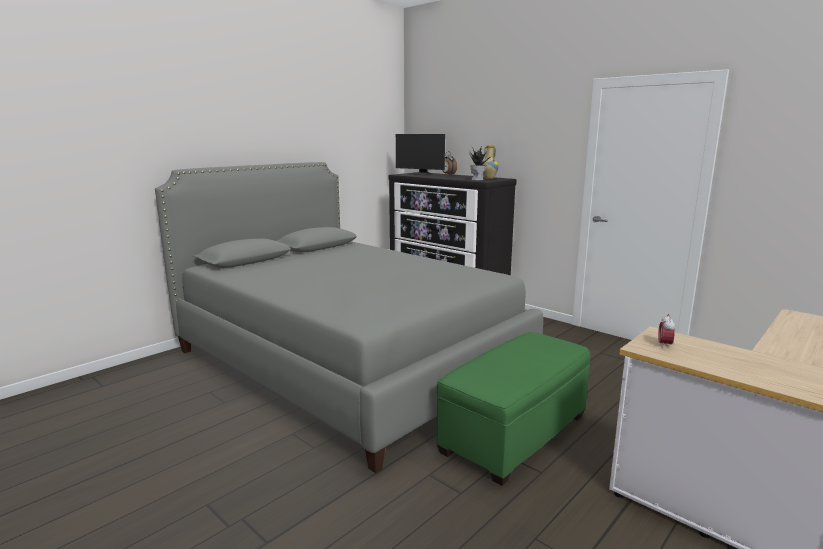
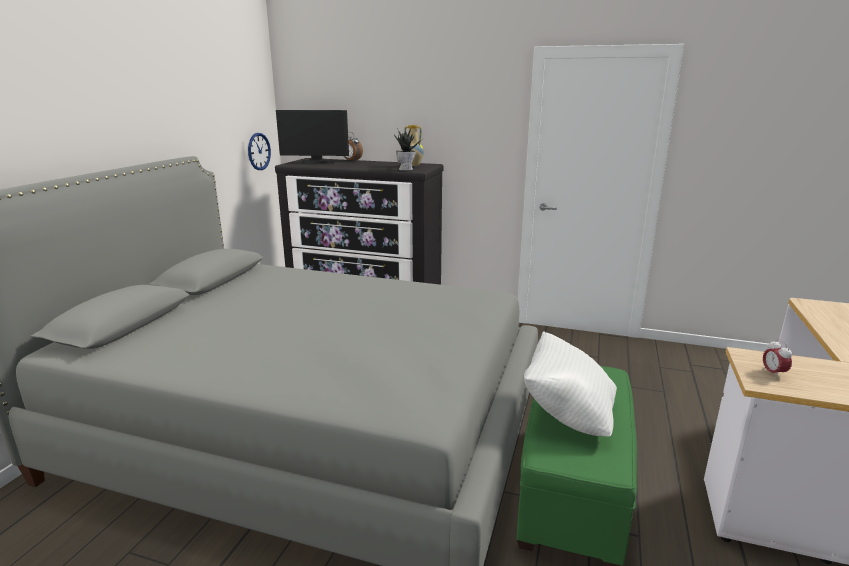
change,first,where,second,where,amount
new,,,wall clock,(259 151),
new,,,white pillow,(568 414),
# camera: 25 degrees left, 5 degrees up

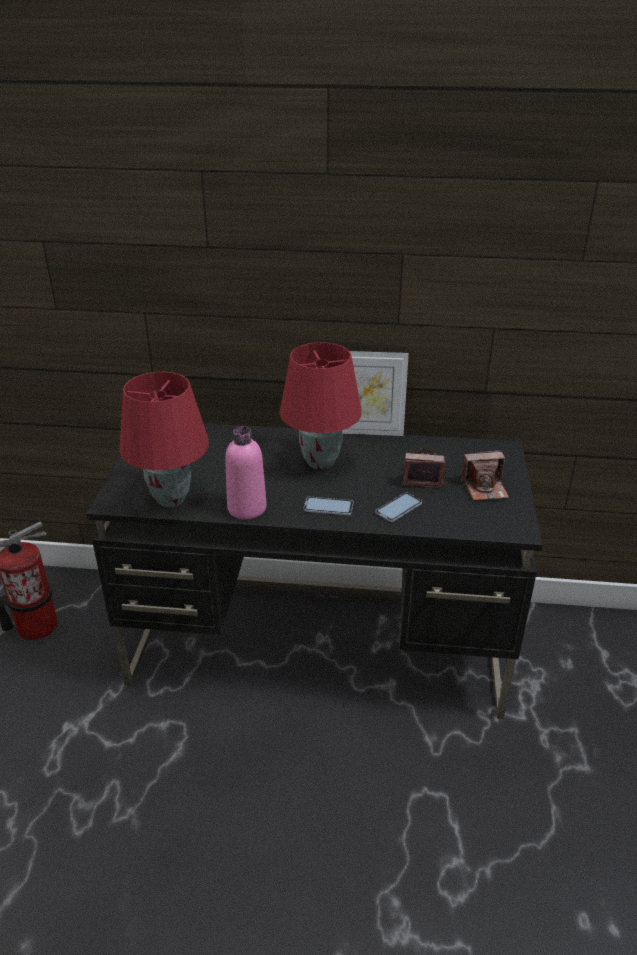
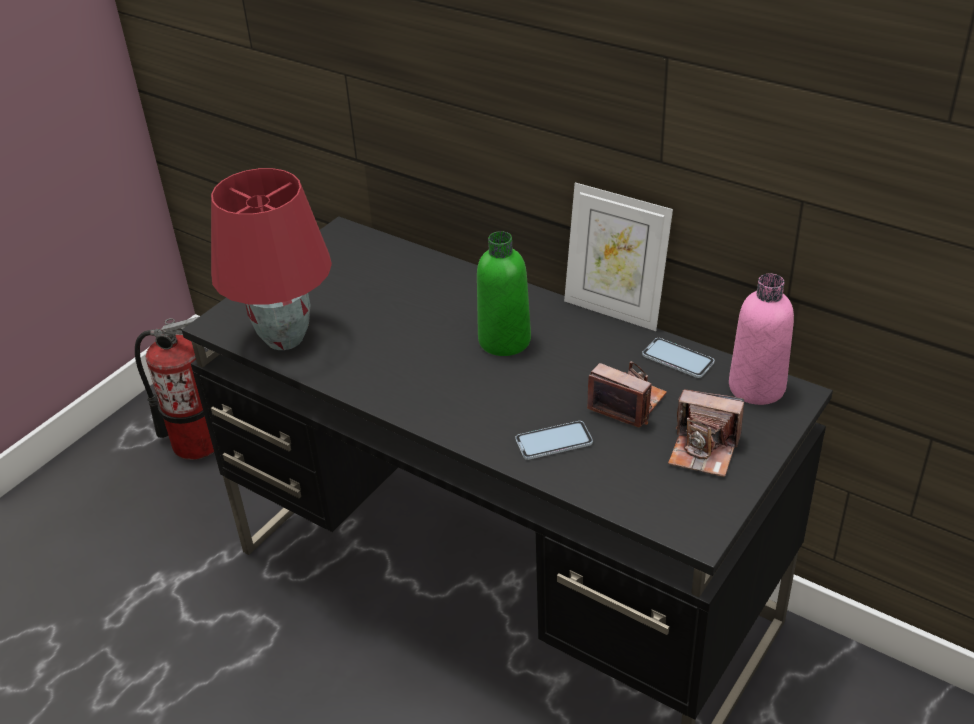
change,first,where,second,where,amount
shifted,pink bottle,(247 508),,(756 387),
swapped,red table lamp,(319 463),green bottle,(504 340),
shifted,phone,(328 507),,(677 359),
# camera: 30 degrees right, 5 degrees up

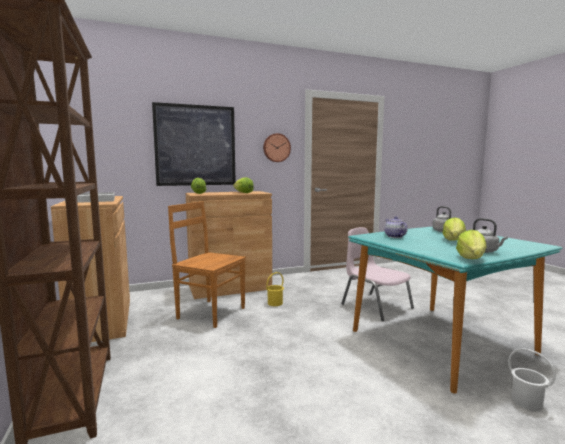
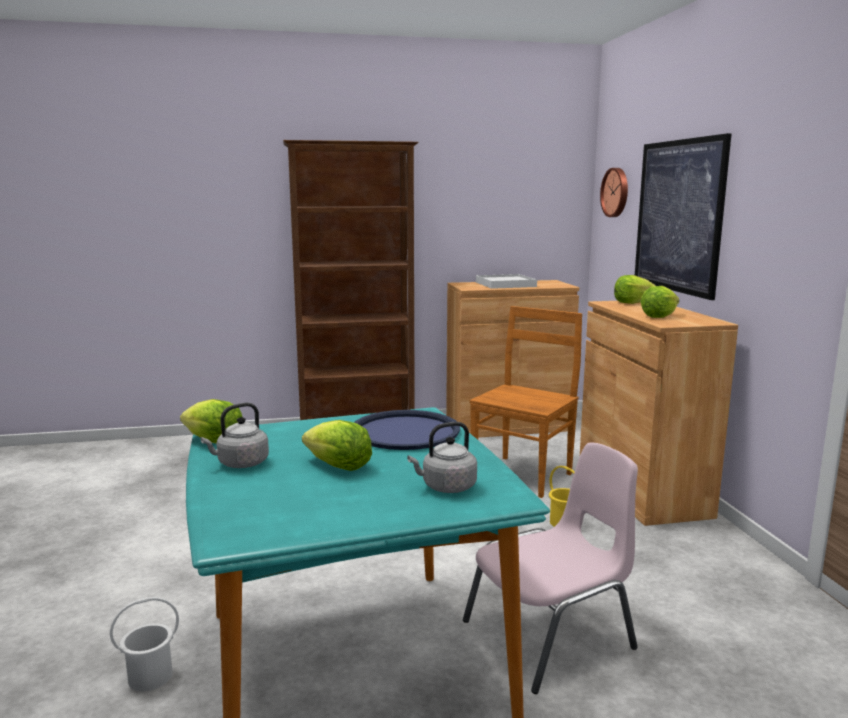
change,first,where,second,where,amount
shifted,wall clock,(276 148),,(616 192),
swapped,teapot,(395 236),blue tray,(405 431),
# camera: 100 degrees right, 5 degrees up

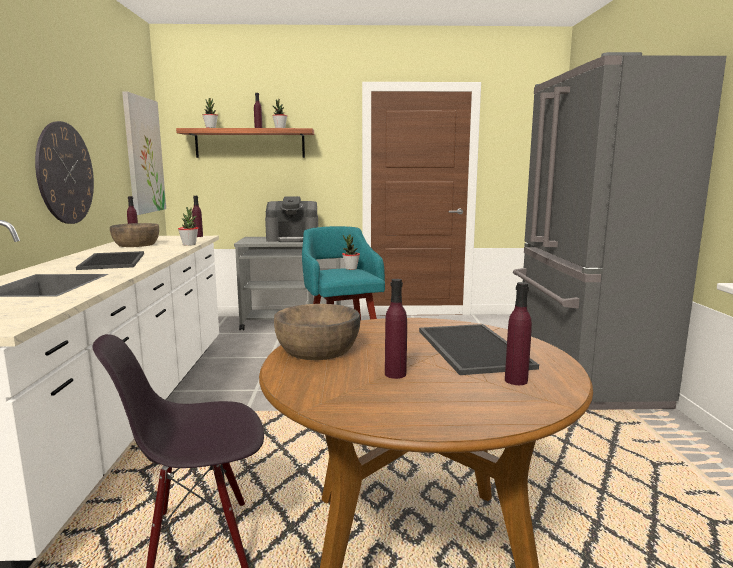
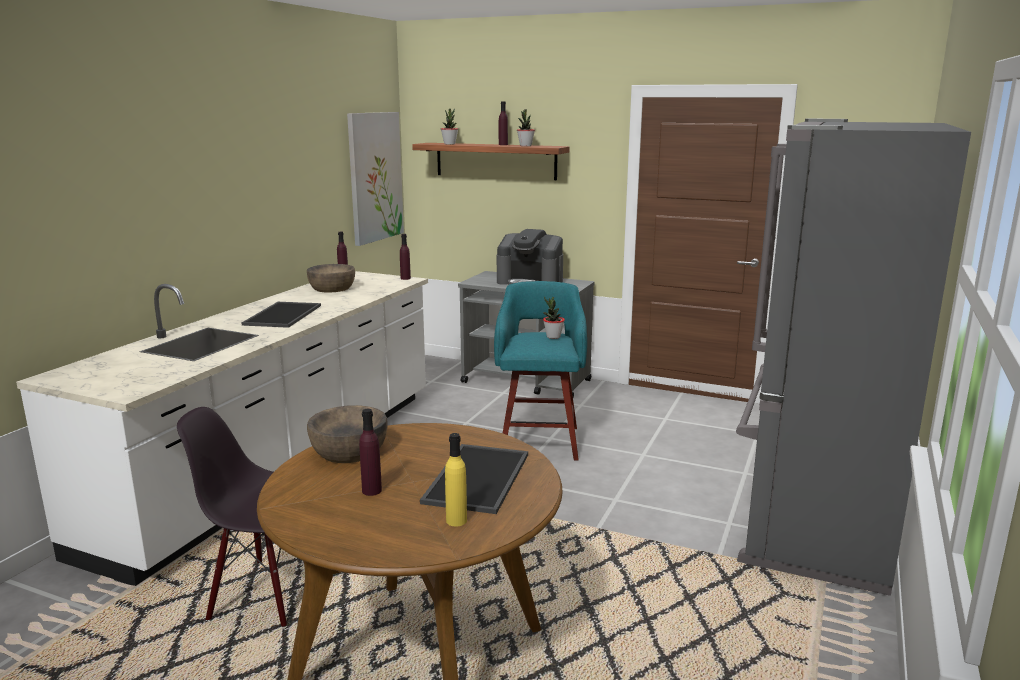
change,first,where,second,where,amount
gone,wall clock,(65 173),,,
gone,potted plant,(189 244),,,
repainted,purple bottle,(516 380),yellow bottle,(456 521),
# camera: 25 degrees right, 5 degrees up

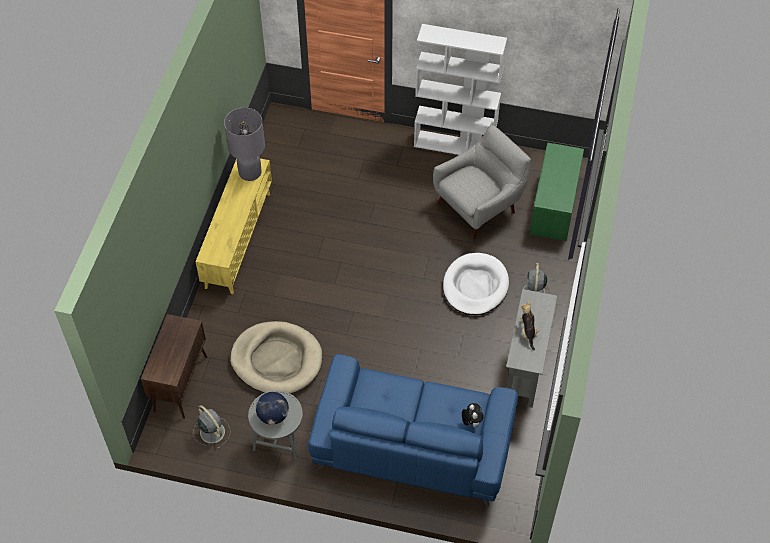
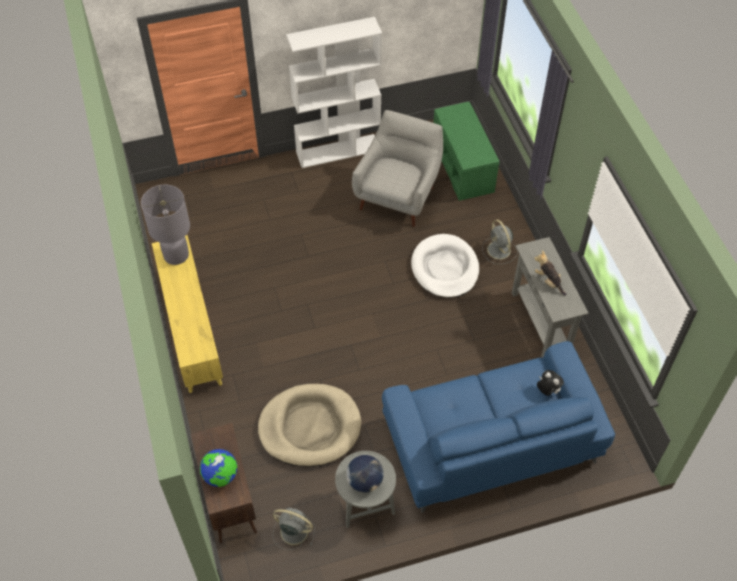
change,first,where,second,where,amount
new,,,globe,(220 476),
# camera: 30 degrees left, 0 degrees up

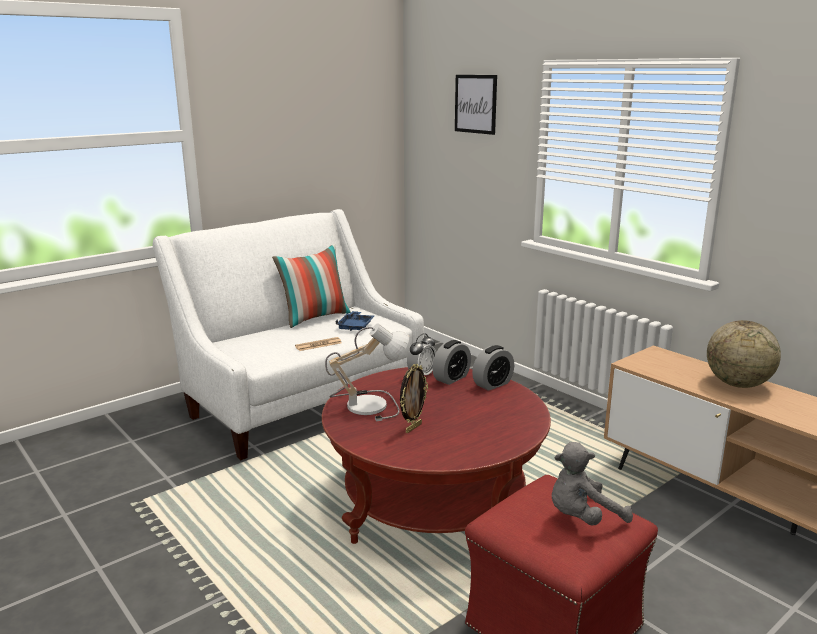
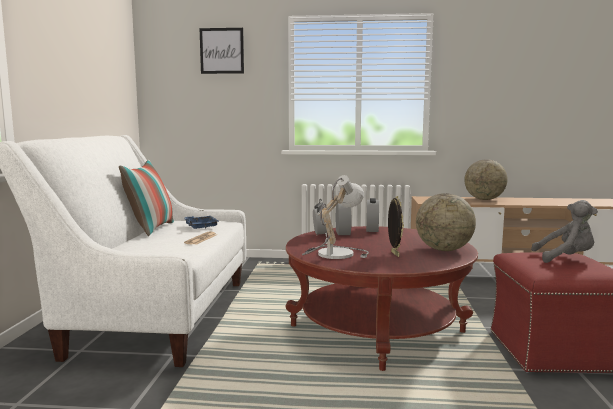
change,first,where,second,where,amount
rotated,grey plush toy,(582 518),,(566 258),105 degrees counterclockwise
new,,,globe,(443 250),
# camera: 45 degrees left, 10 degrees down

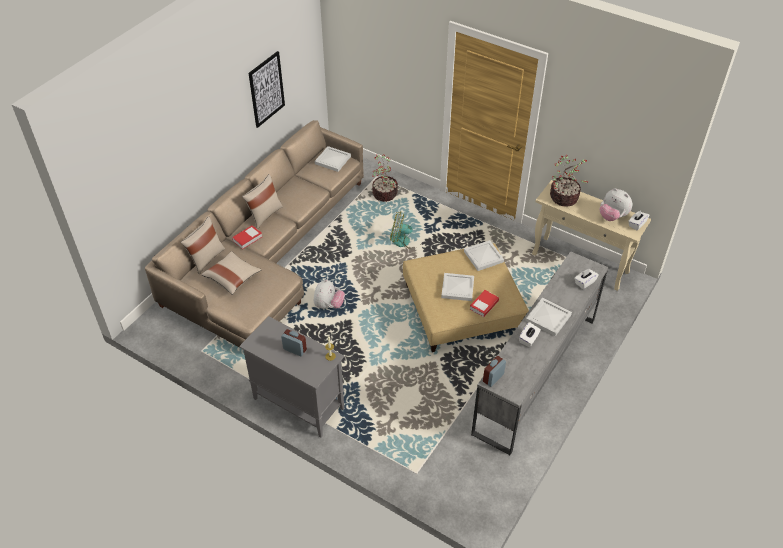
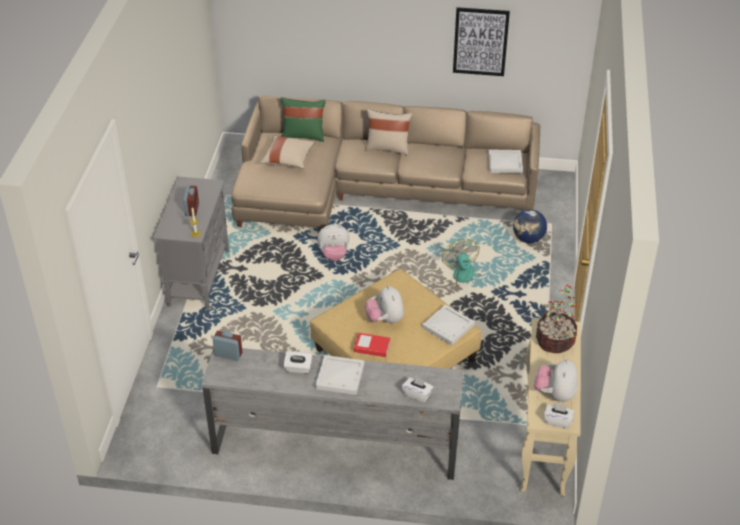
change,first,where,second,where,amount
repainted,beige pillow,(206 258),green pillow,(303 136),
gone,book,(247 239),,,
swapped,potted plant,(384 194),globe,(528 239),
swapped,white tray,(458 288),plush toy,(385 319),
# camera: 65 degrees right, 5 degrees down

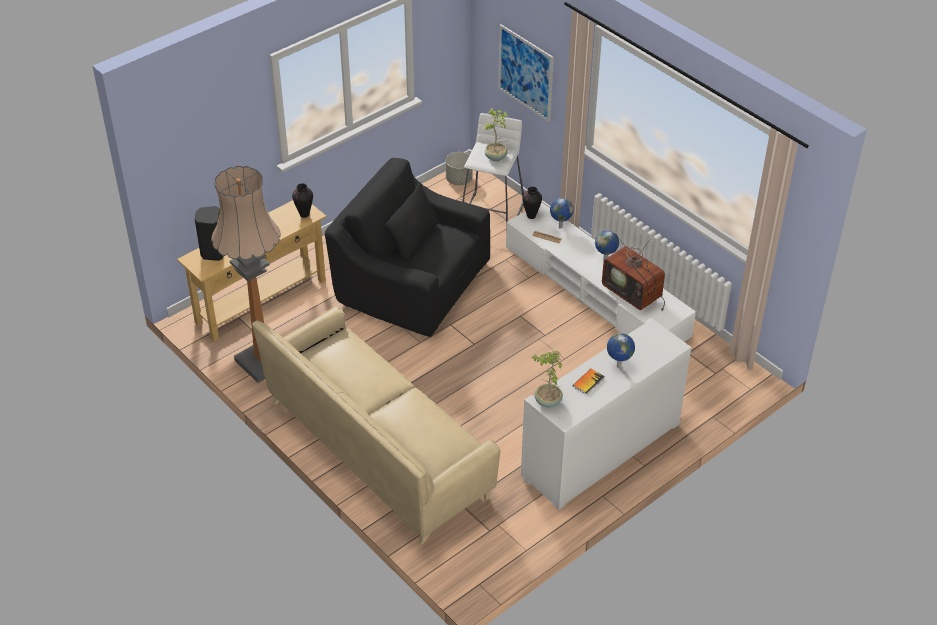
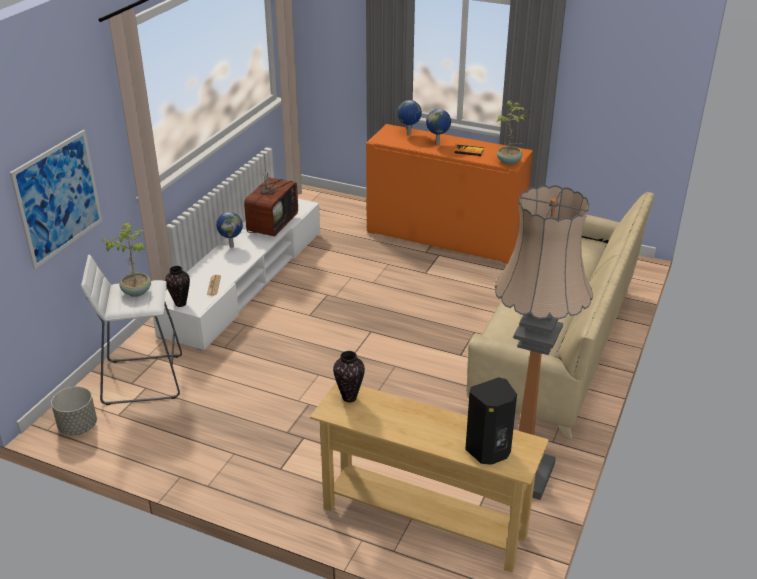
change,first,where,second,where,amount
gone,black armchair,(411 283),,,
repainted,white cabinet,(601 450),orange cabinet,(444 237),
shifted,globe,(560 227),,(409 134),
# camera: 115 degrees left, 10 degrees down

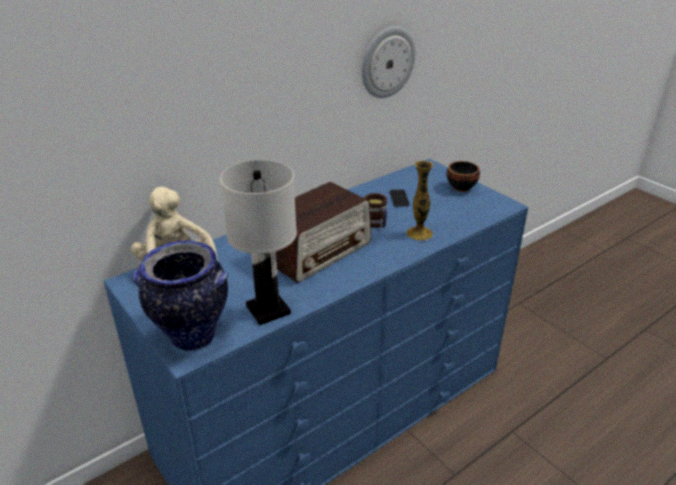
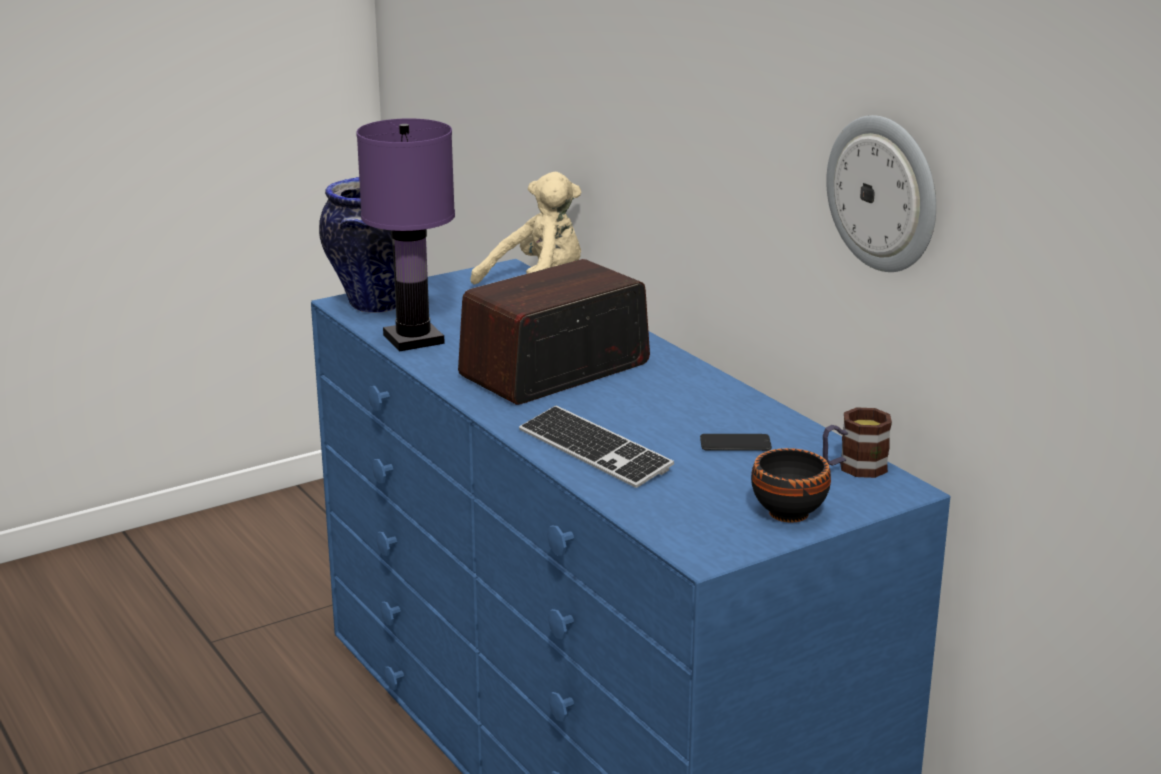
change,first,where,second,where,amount
repainted,white table lamp,(267 310),purple table lamp,(412 339),
rotated,radio,(317 251),,(554 370),90 degrees clockwise
shifted,mug,(377 224),,(853 468),
swapped,vase,(419 233),keyboard,(594 450),
# camera: 95 degrees right, 10 degrees down

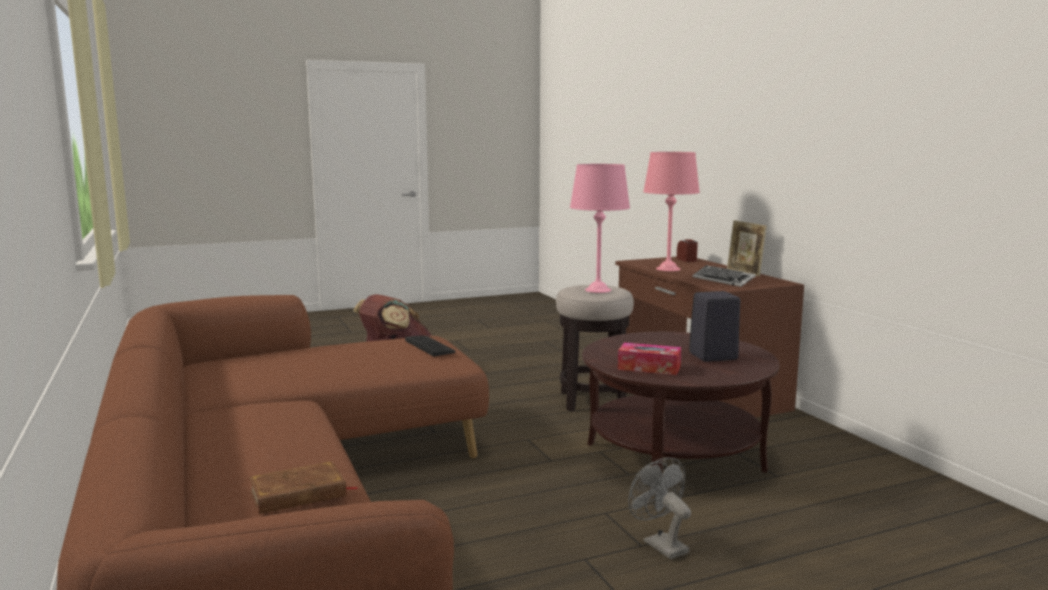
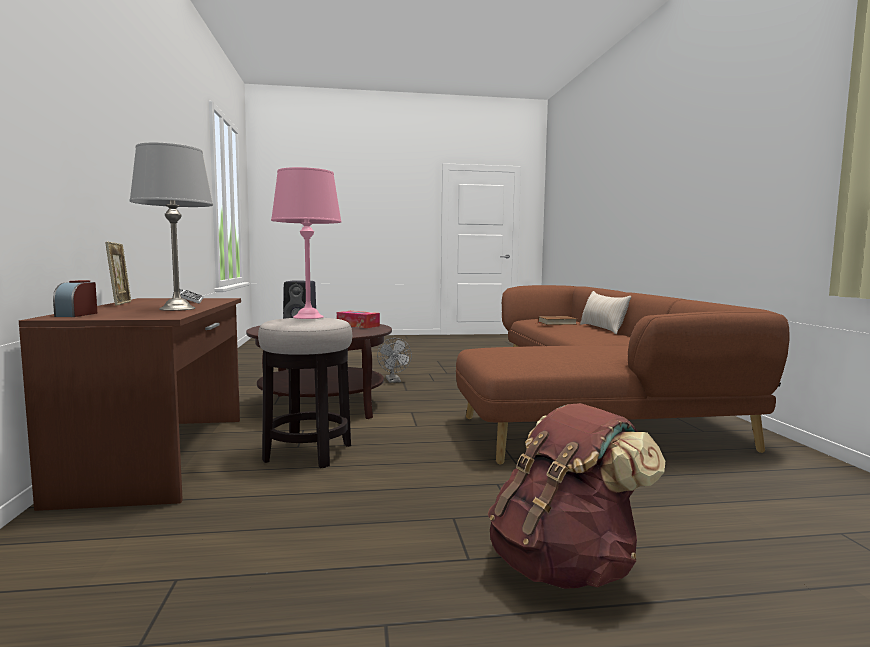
change,first,where,second,where,amount
gone,keyboard,(430 346),,,
repainted,pink table lamp,(668 269),grey table lamp,(176 309),
new,,,beige pillow,(602 329),
# camera: 165 degrees left, 5 degrees down

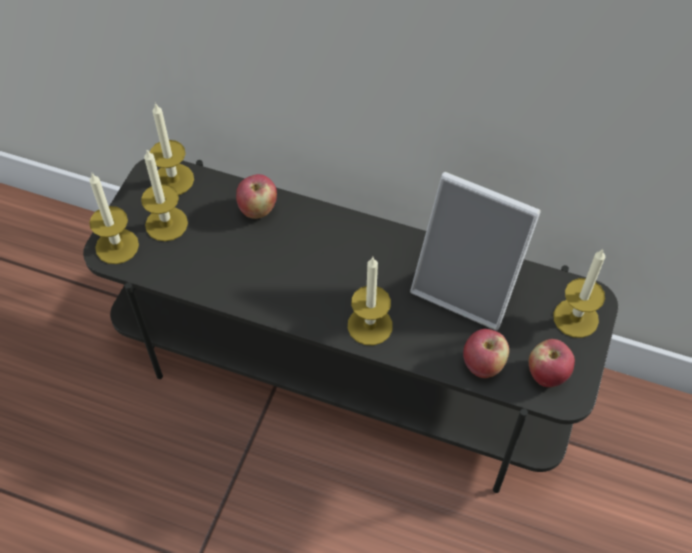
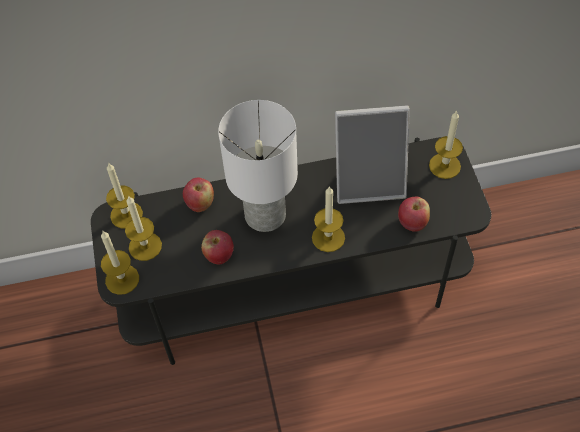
change,first,where,second,where,amount
shifted,apple,(546 374),,(219 255),
new,,,white table lamp,(266 216),
# camera: 30 degrees left, 0 degrees up

